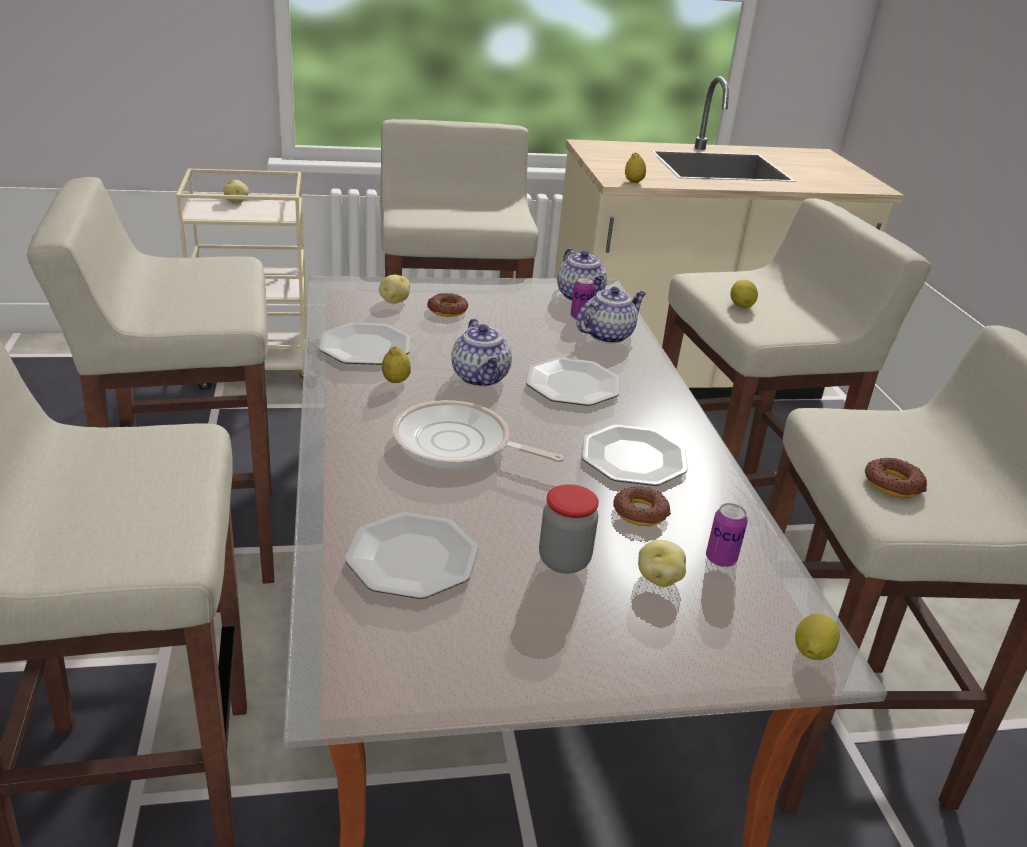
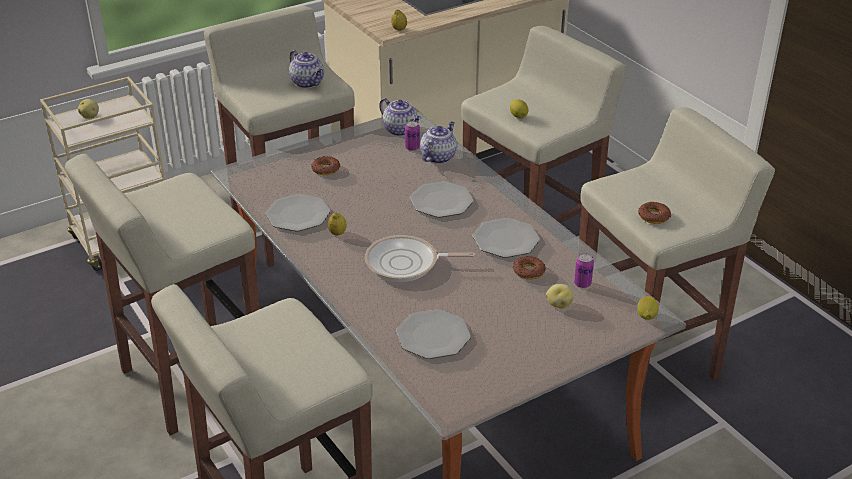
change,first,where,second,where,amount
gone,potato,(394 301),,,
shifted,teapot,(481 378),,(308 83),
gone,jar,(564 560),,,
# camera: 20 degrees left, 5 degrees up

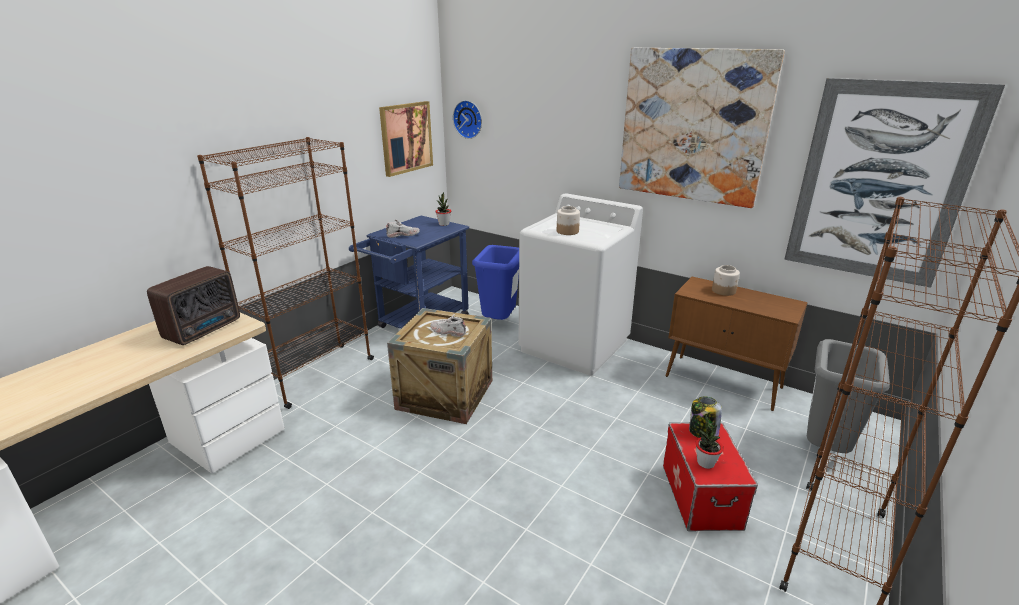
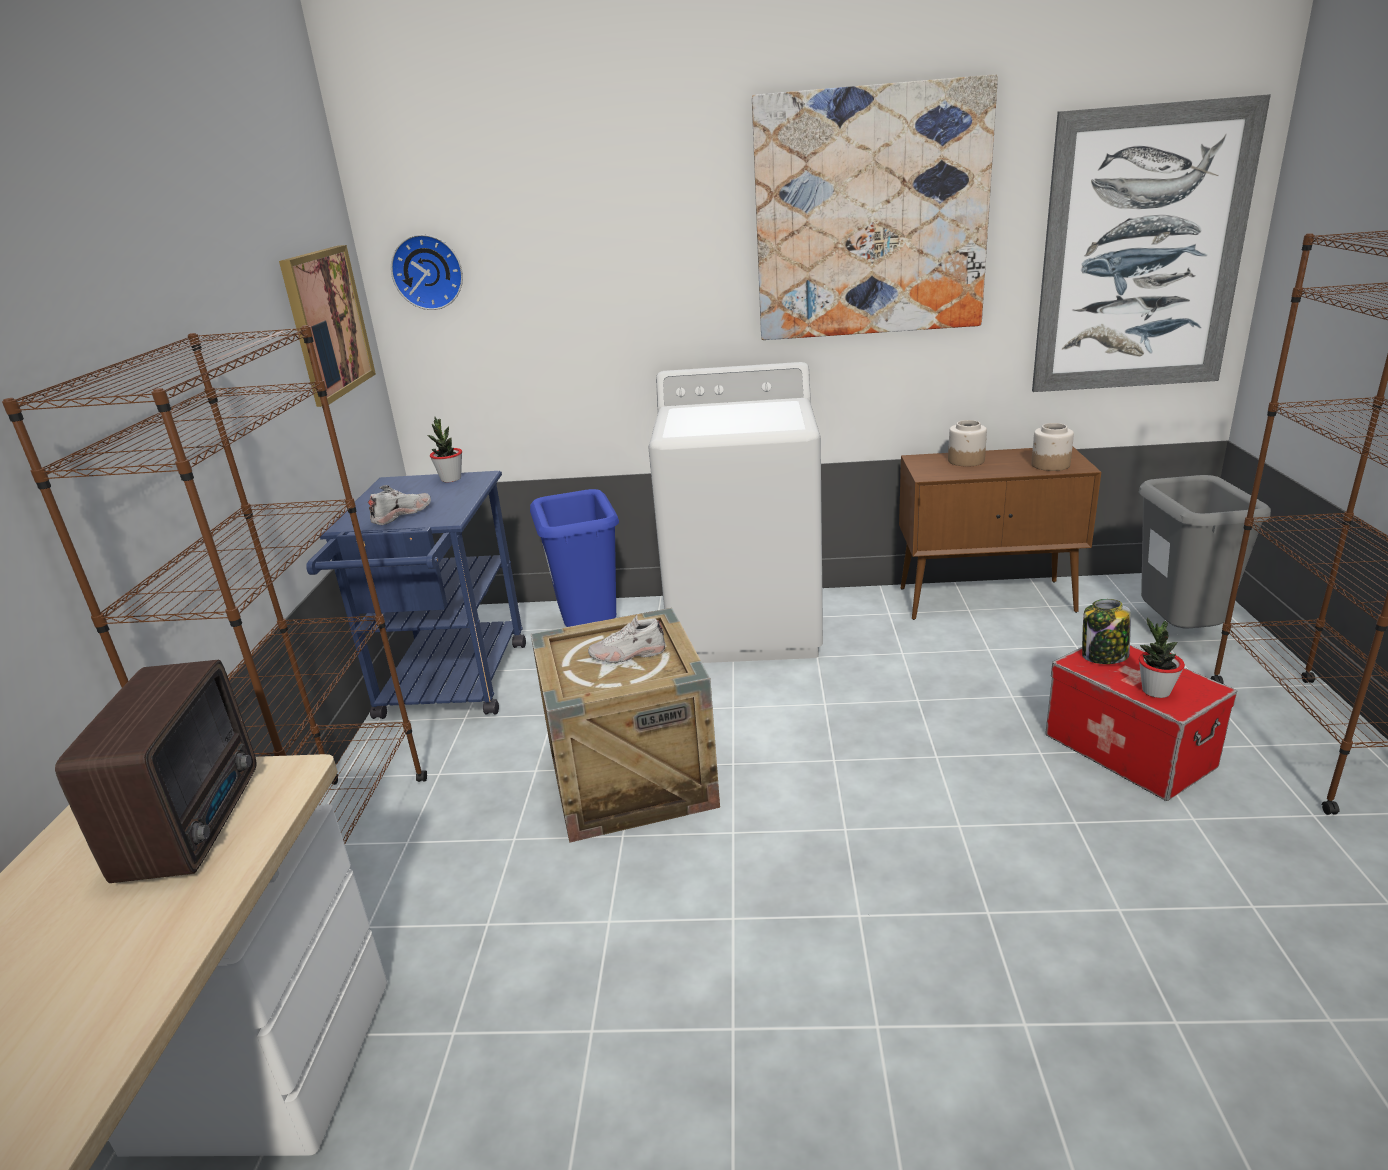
change,first,where,second,where,amount
shifted,jar,(567 231),,(1050 465),
# camera: 30 degrees left, 0 degrees up

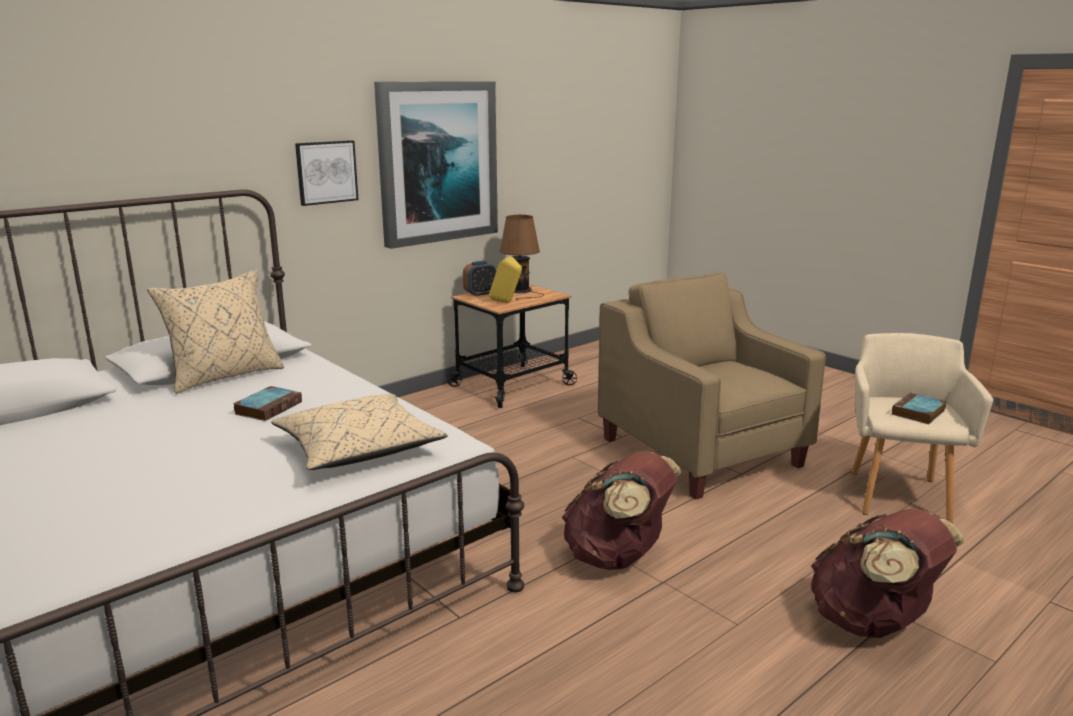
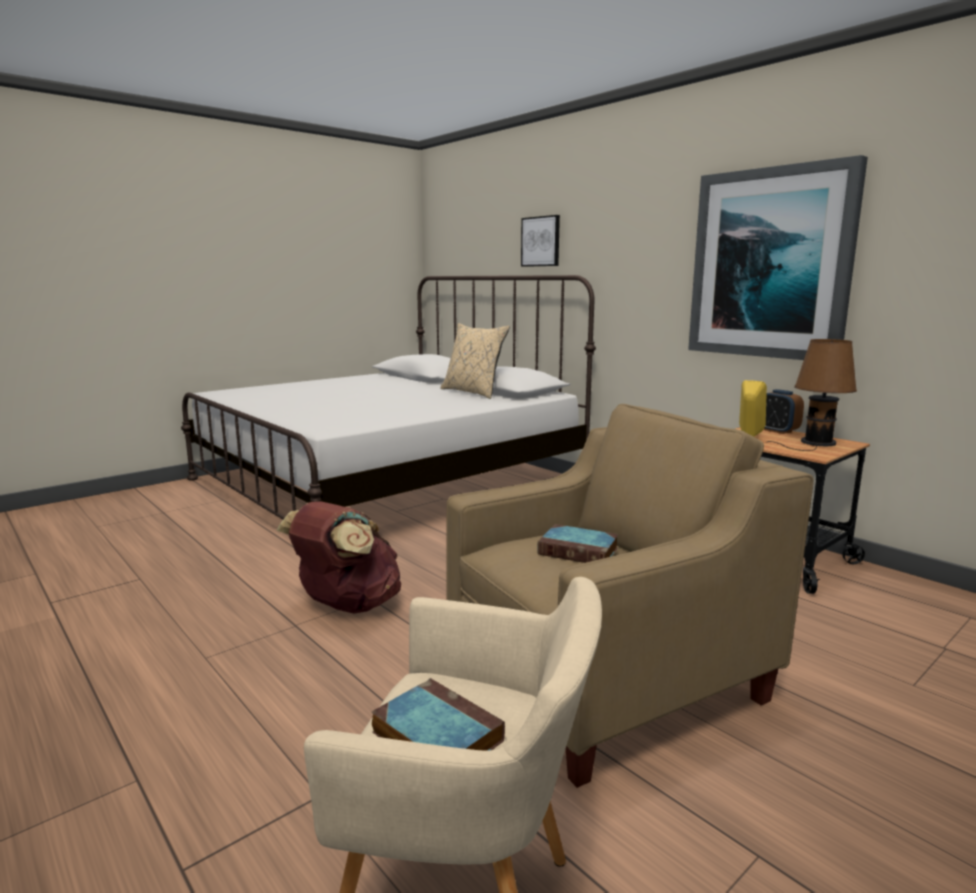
change,first,where,second,where,amount
shifted,book,(269 407),,(580 551),
gone,beige pillow,(358 449),,,
shifted,picture,(326 172),,(541 241),
gone,brown backpack,(872 623),,,
# camera: 90 degrees right, 5 degrees down

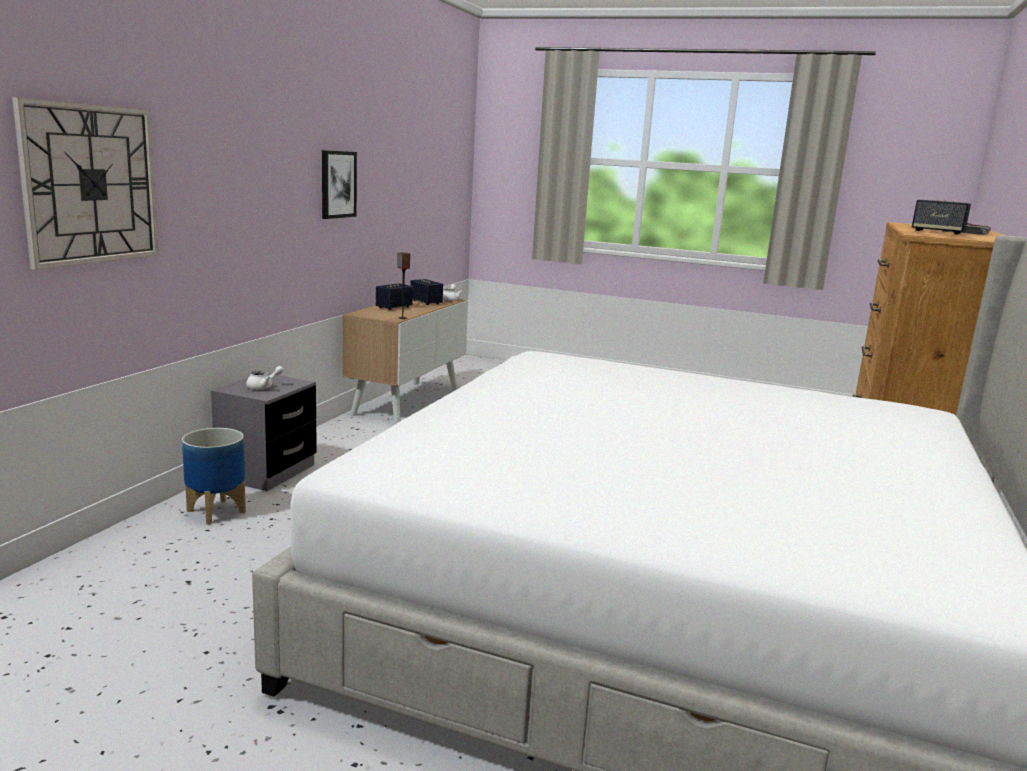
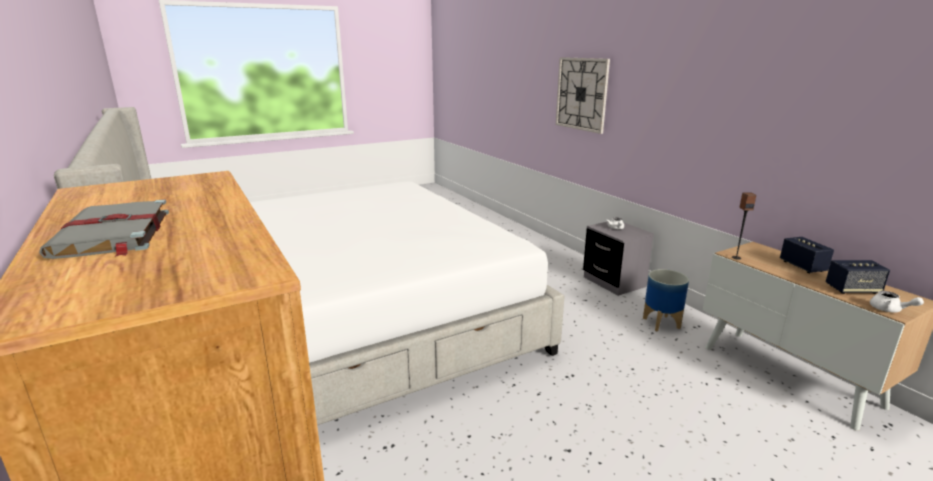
change,first,where,second,where,amount
shifted,planter,(217 511),,(661 323),
gone,picture,(337 184),,,
gone,speaker,(937 232),,,
# camera: 130 degrees right, 5 degrees up

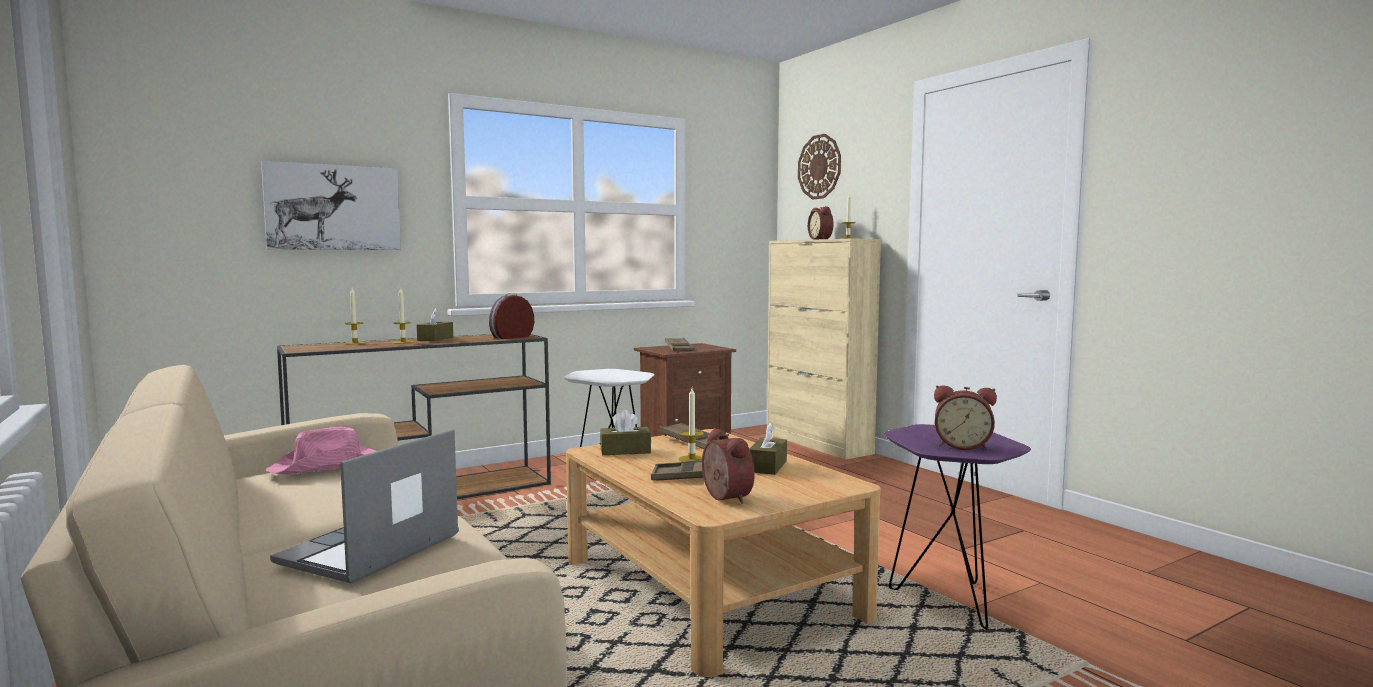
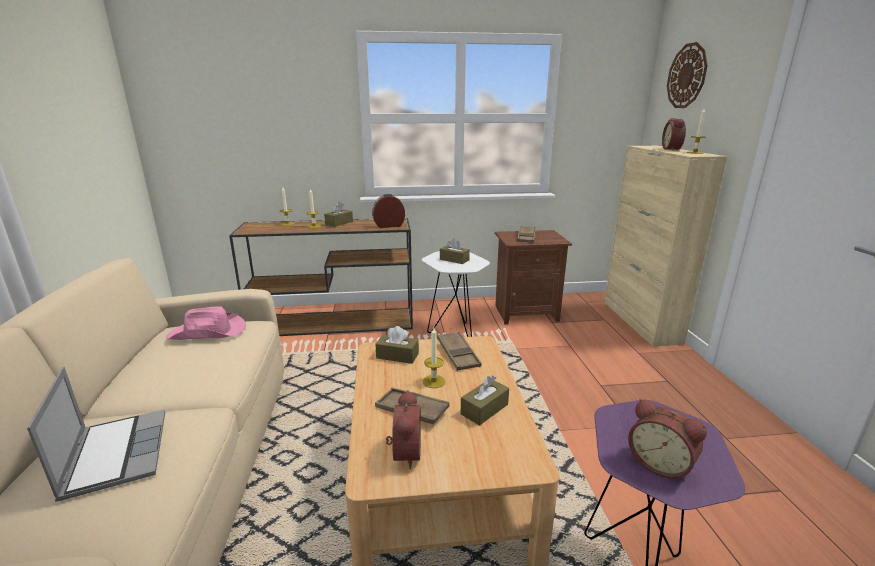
change,first,where,second,where,amount
gone,picture,(333 207),,,
rotated,laptop,(370 551),,(115 453),105 degrees clockwise
new,,,brown tissue box,(454 260),
# camera: 25 degrees right, 15 degrees up

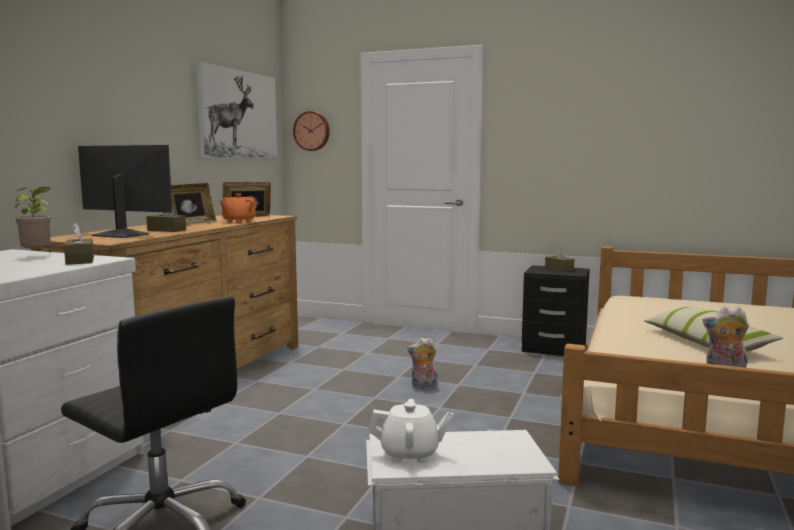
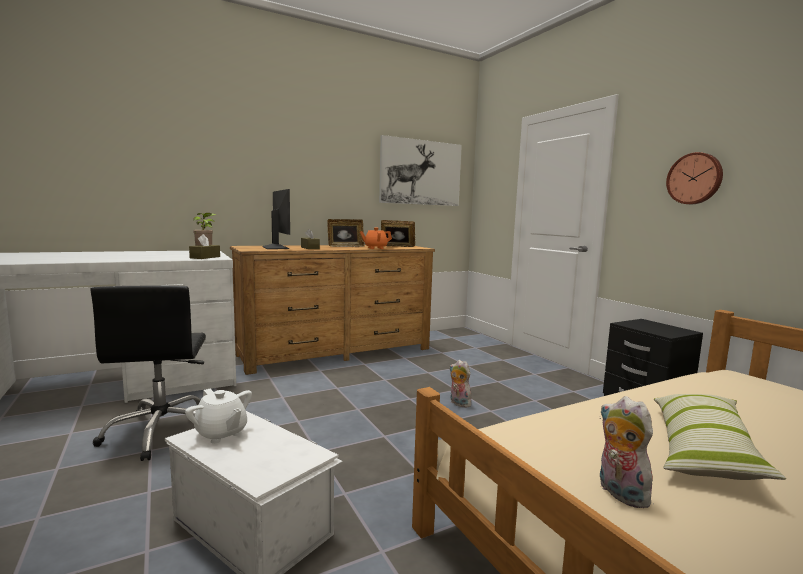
change,first,where,second,where,amount
shifted,wall clock,(312 131),,(695 178),
gone,brown tissue box,(559 269),,,
# camera: 40 degrees right, 0 degrees up

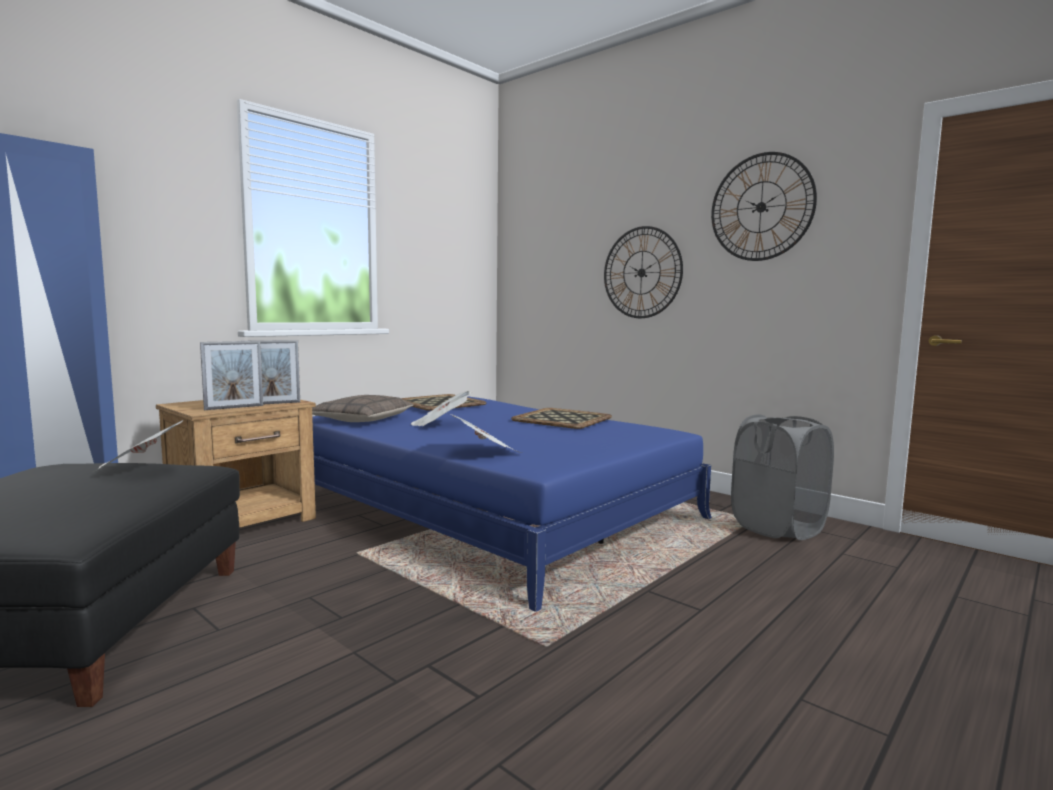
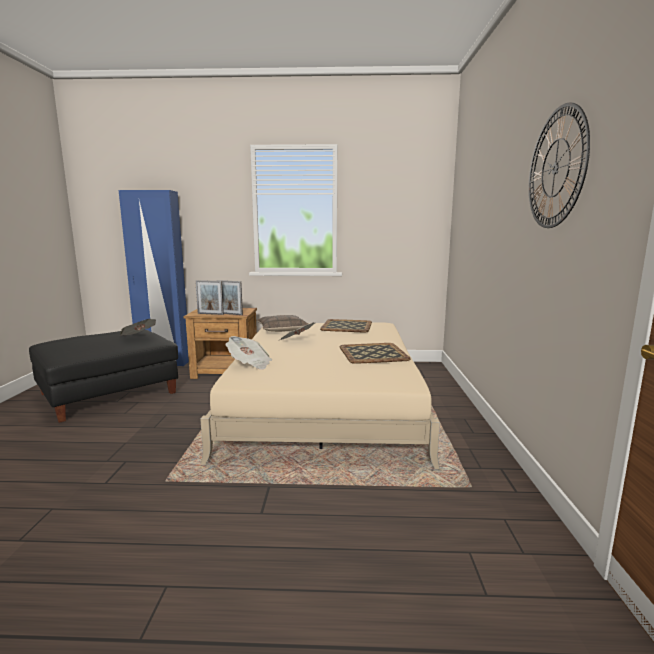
change,first,where,second,where,amount
repainted,blue bed,(489 508),beige bed,(325 402),
gone,wall clock,(641 272),,,
gone,grey laundry basket,(777 528),,,
# camera: 50 degrees right, 5 degrees up

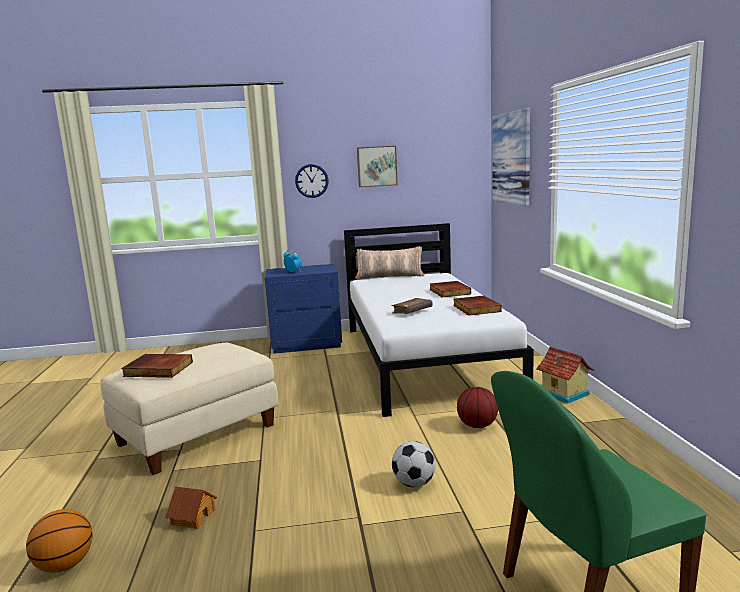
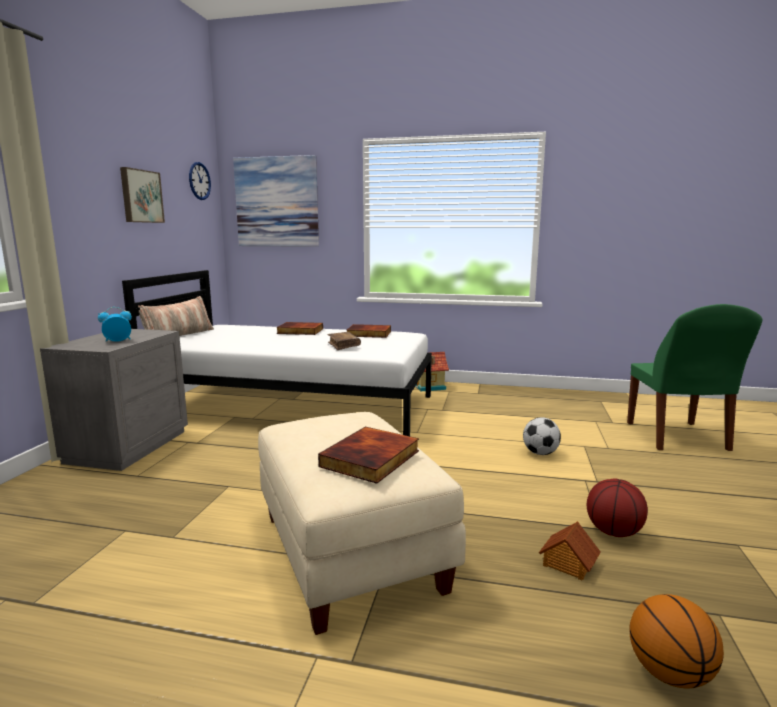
change,first,where,second,where,amount
repainted,blue nightstand,(306 343),grey nightstand,(126 446),
shifted,wall clock,(311 181),,(199 181),
shifted,basketball,(477 426),,(614 532),
# camera: 70 degrees left, 0 degrees up

